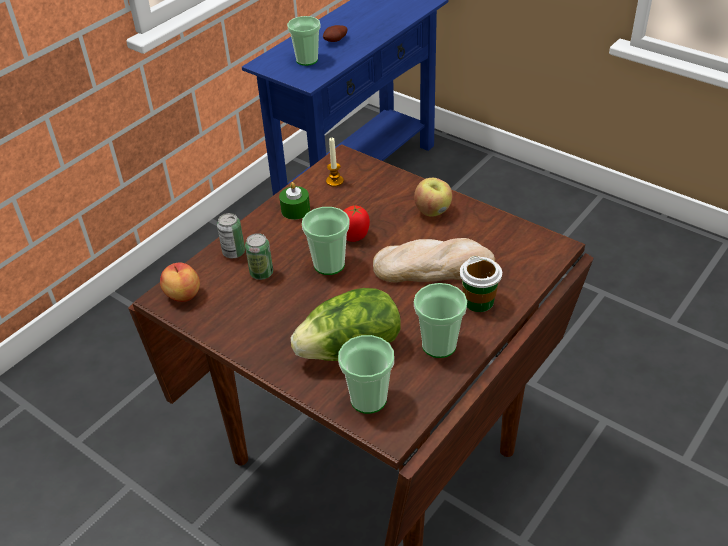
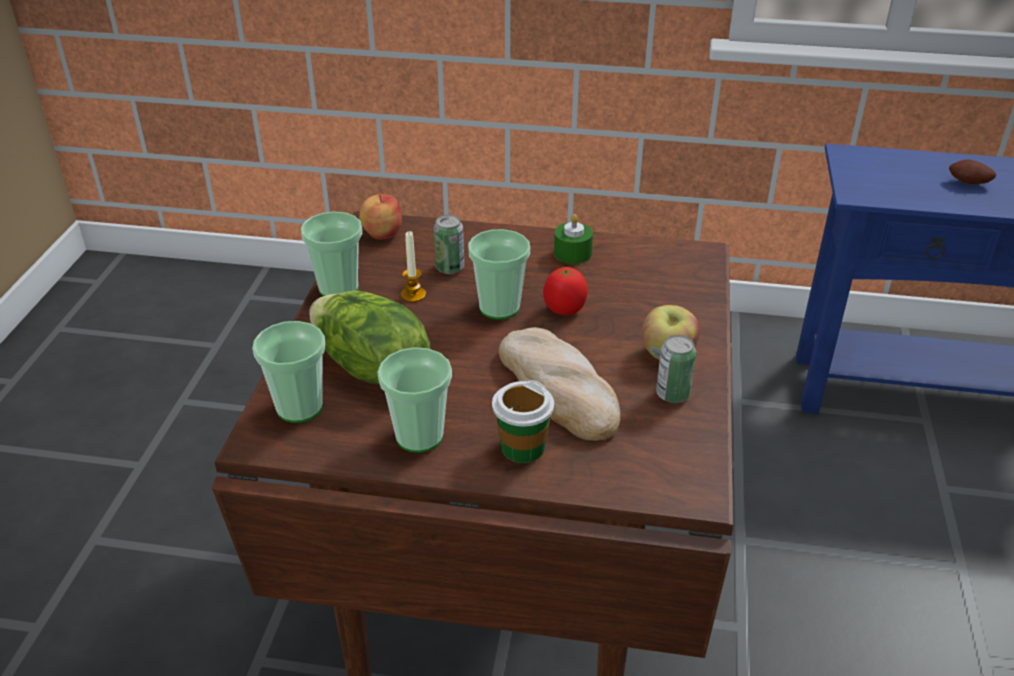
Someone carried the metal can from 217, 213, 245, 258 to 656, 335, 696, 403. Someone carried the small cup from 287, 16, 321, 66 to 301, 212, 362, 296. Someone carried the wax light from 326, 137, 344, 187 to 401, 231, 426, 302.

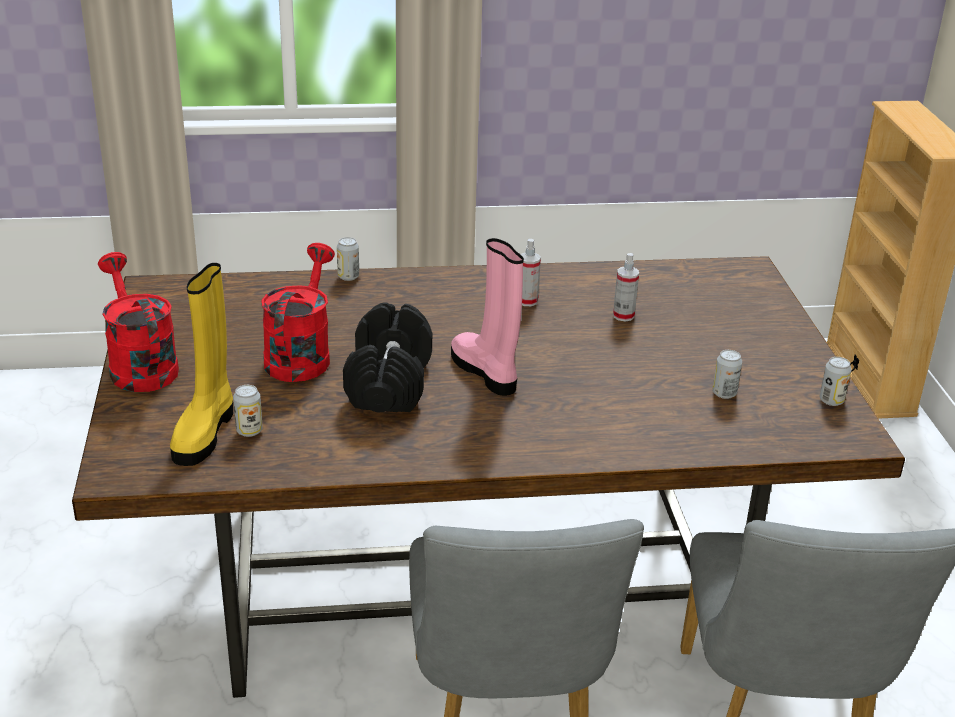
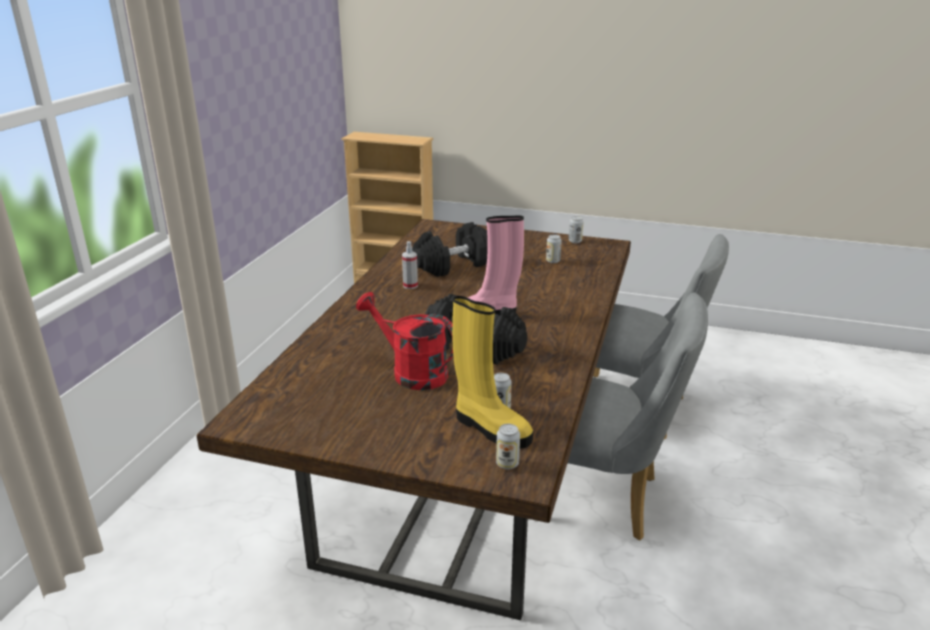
Someone took away the watering pot (red) at 98, 252, 179, 392. Someone carried the metal can from 337, 237, 359, 281 to 496, 424, 520, 469. Someone swapped the spray bottle at 613, 253, 639, 322 for the hand weight (black) at 412, 222, 488, 277.

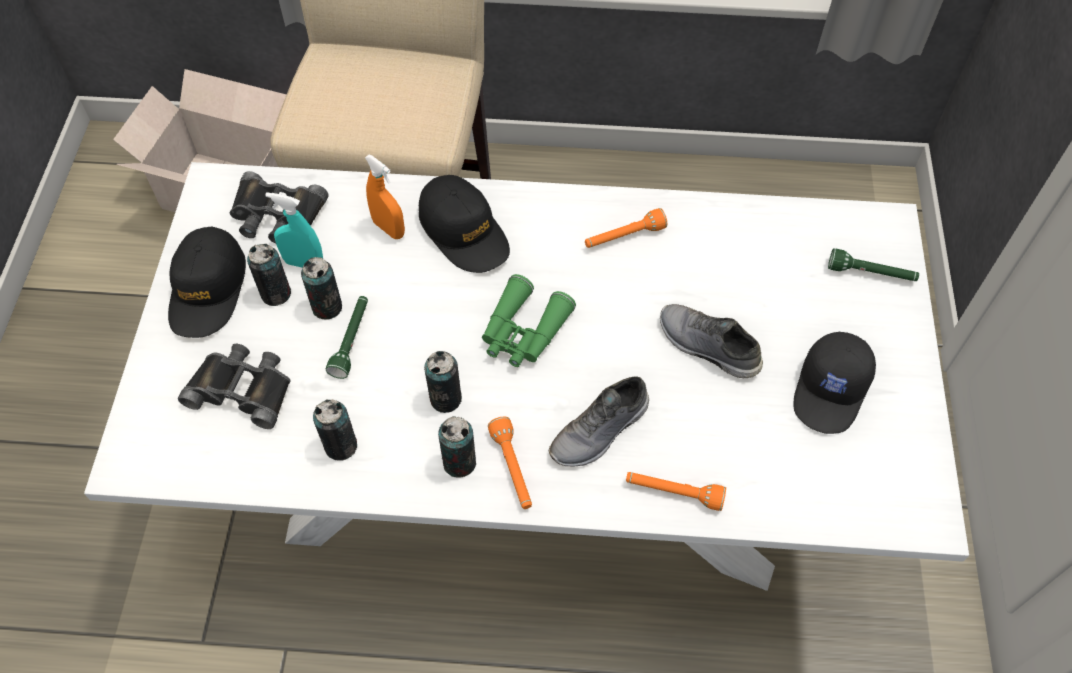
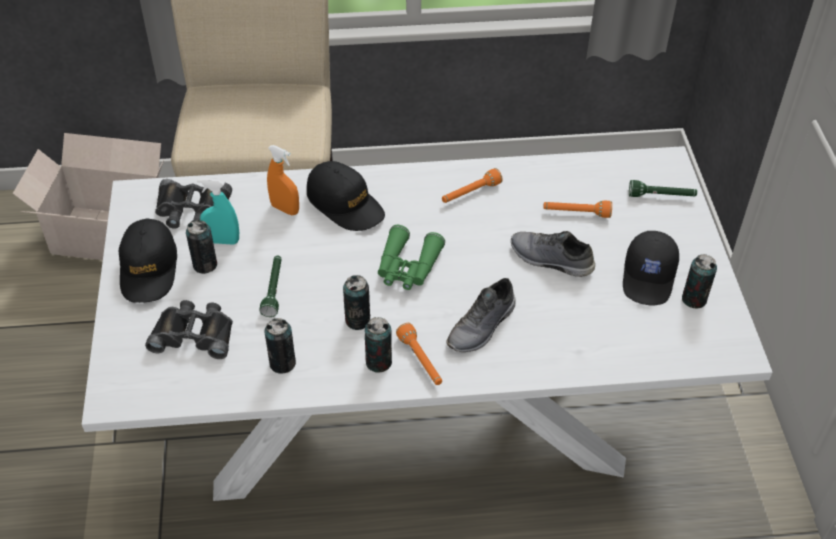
Someone carried the metal can from 301, 257, 342, 320 to 682, 254, 717, 308. Someone carried the flashlight (orangey) from 626, 472, 726, 511 to 543, 201, 612, 218.

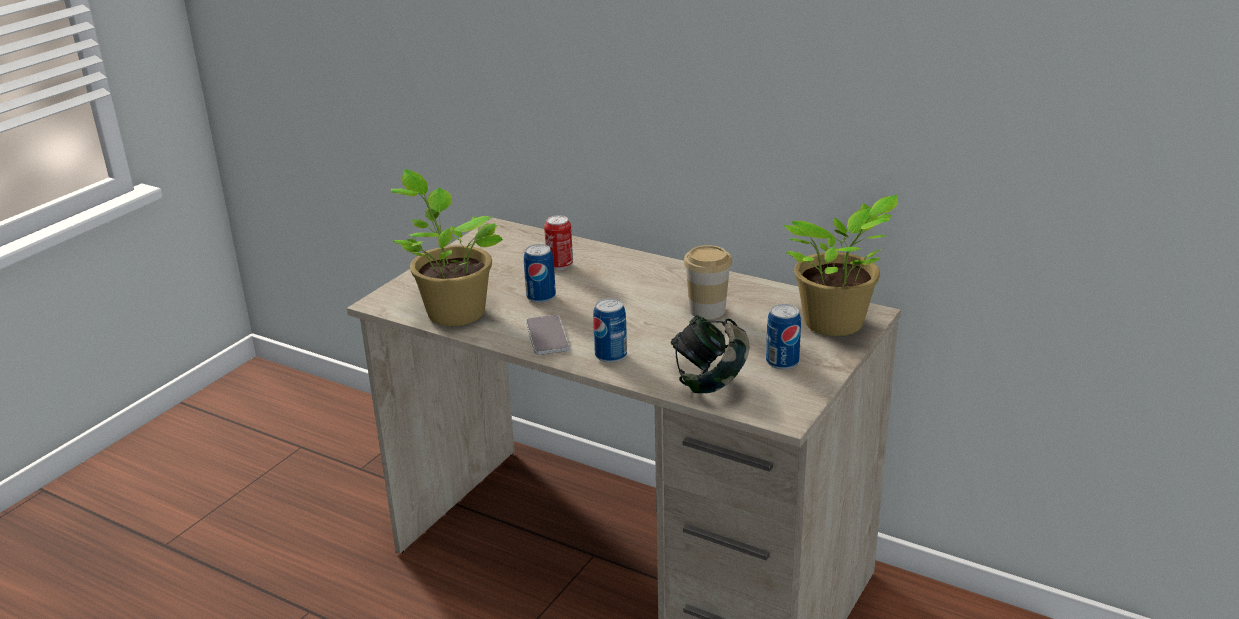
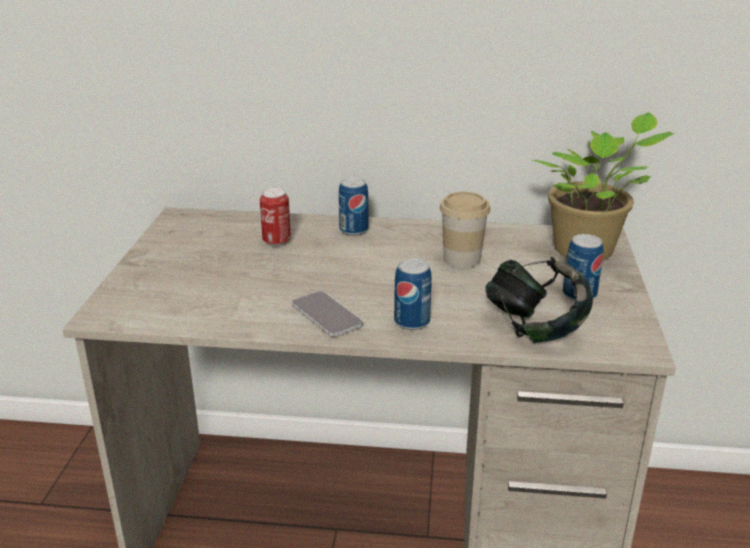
Someone took away the plant in a pot at 391, 169, 504, 326. Someone carried the metal can from 524, 244, 556, 303 to 339, 177, 368, 236.

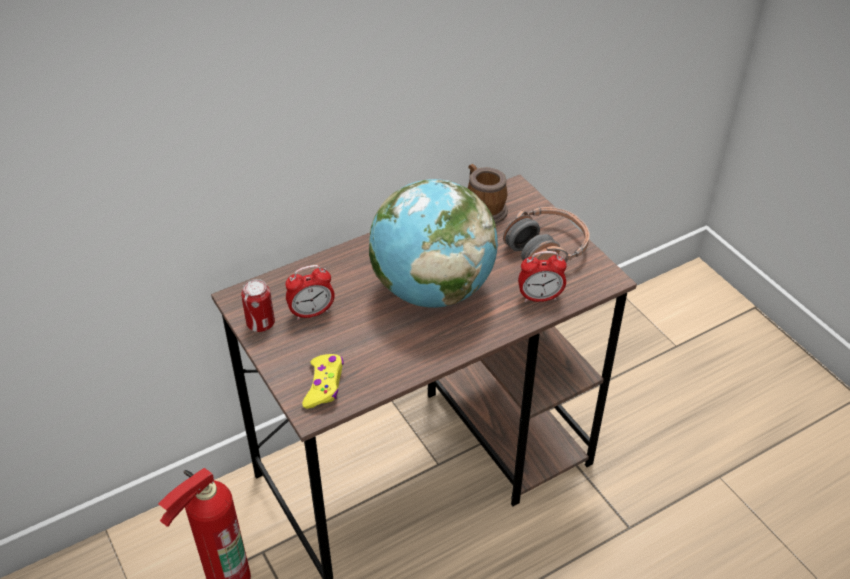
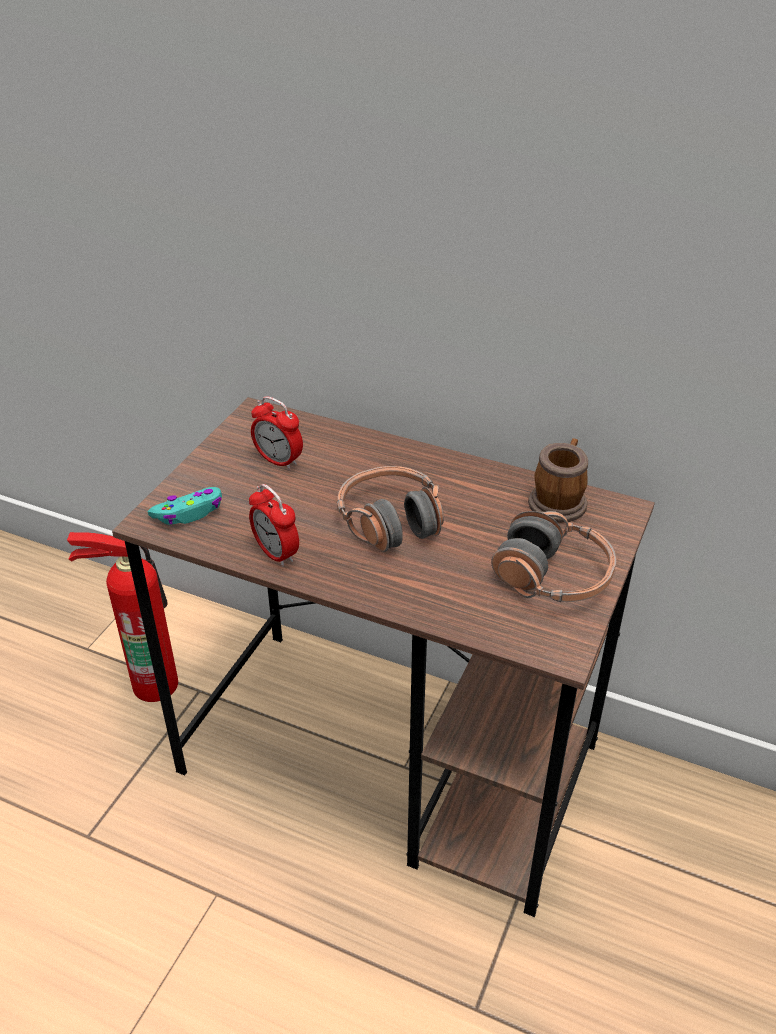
Someone took away the metal can at 241, 279, 275, 332. Someone carried the alarm clock from 518, 251, 567, 302 to 249, 484, 299, 567. Someone swapped the globe at 369, 179, 498, 308 for the headset at 337, 466, 444, 552. Someone repainted the joypad (yellow-coloured) at 302, 354, 344, 409, which became the joypad (blue-green) at 147, 487, 222, 525.

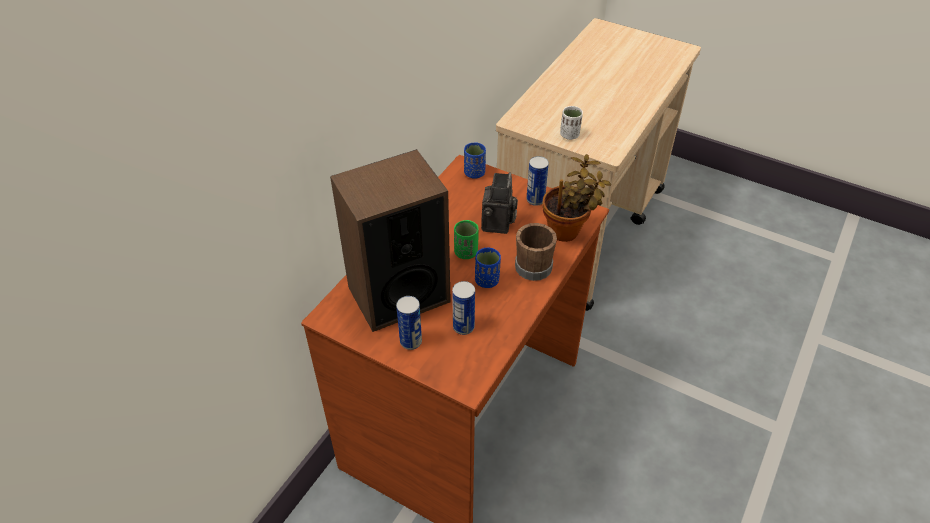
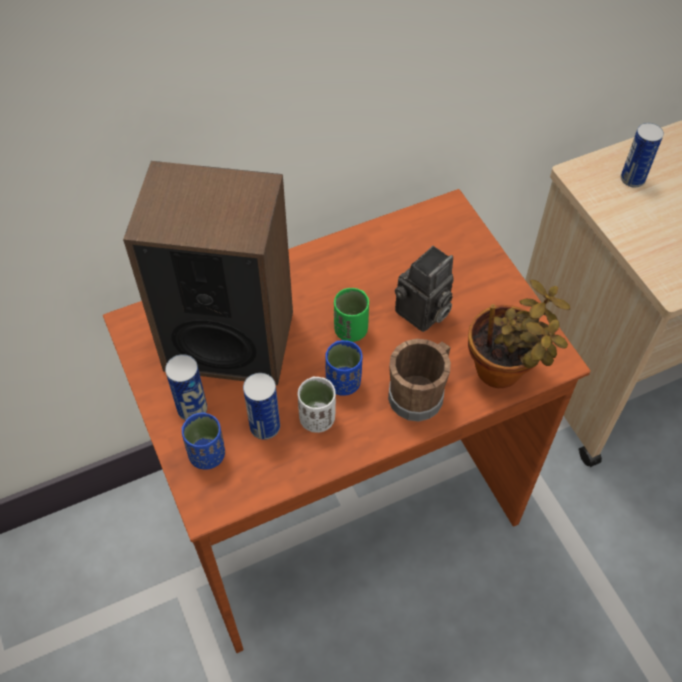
Someone carried the small cup (blue) from 464, 142, 486, 179 to 182, 413, 225, 470. Someone carried the metal can from 526, 156, 549, 206 to 621, 123, 664, 187. Someone carried the small cup (white) from 560, 106, 583, 140 to 298, 376, 336, 433.

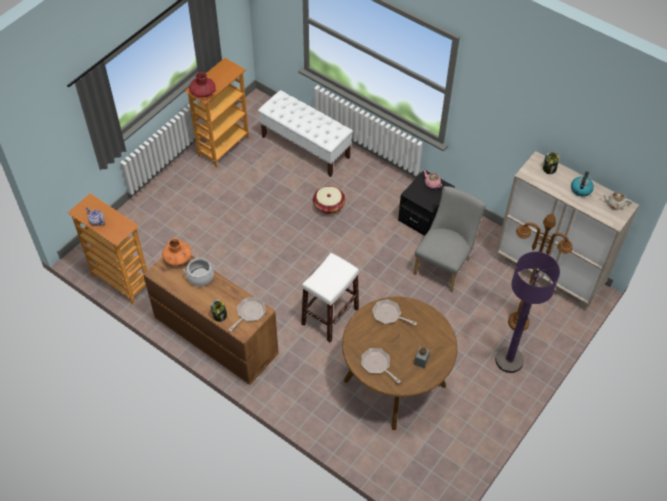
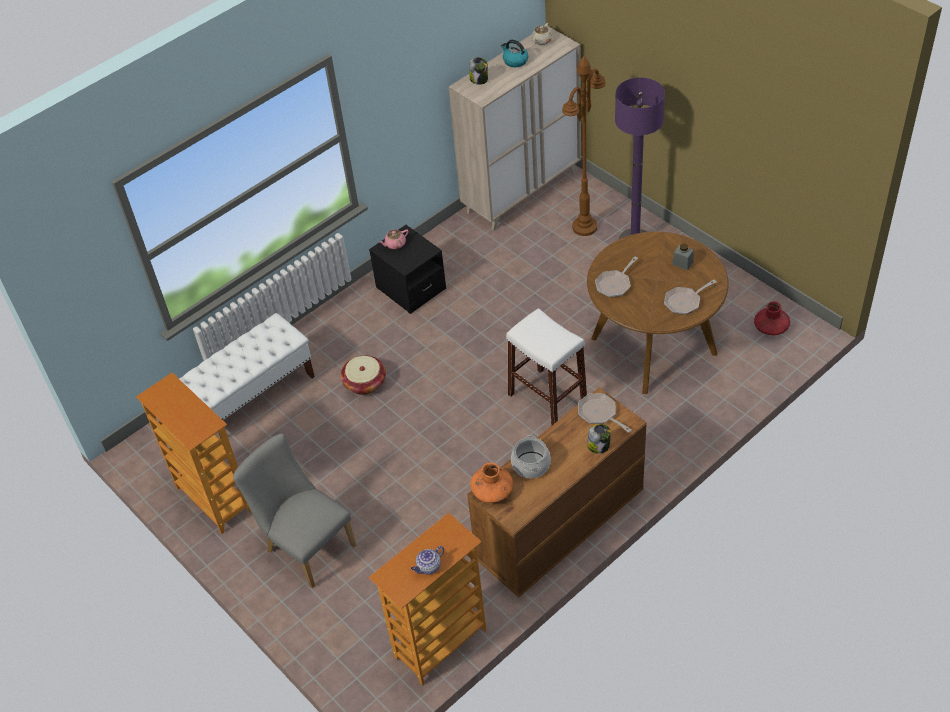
Someone carried the vase (red) from 189, 72, 216, 98 to 754, 301, 790, 335. Someone carried the chair (gray) from 414, 186, 486, 292 to 233, 433, 356, 589.

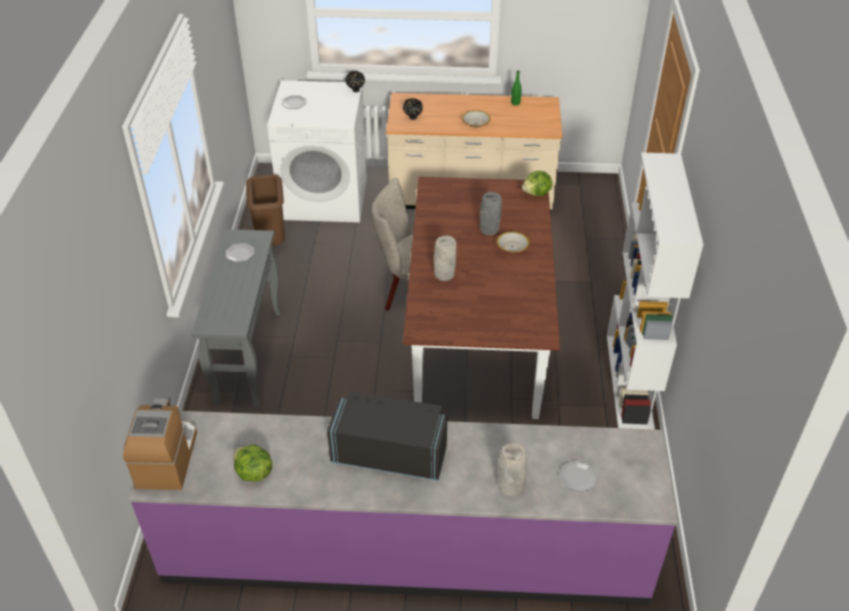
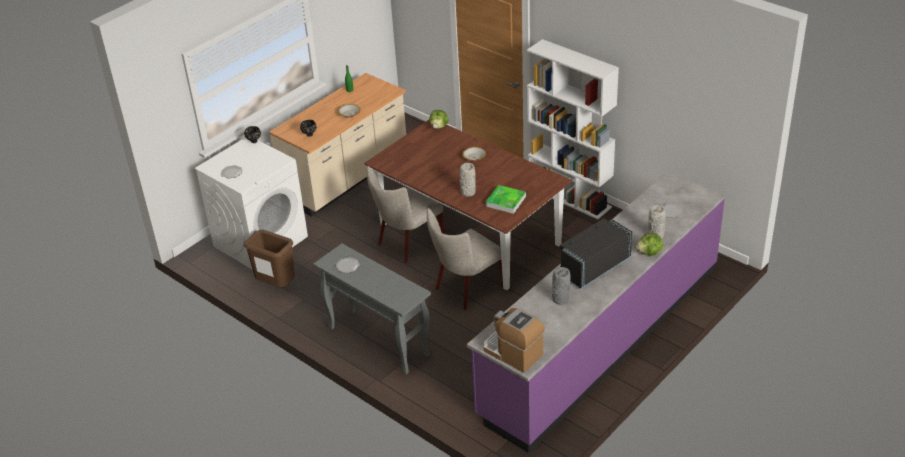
Someone put down the chair (beige) at 427, 208, 503, 310. Someone put down the carrying tray at 486, 185, 526, 214. Someone carried the head of lettuce from 234, 445, 272, 482 to 636, 233, 663, 256. Someone carried the vase (gray) from 480, 192, 502, 236 to 552, 267, 571, 305.

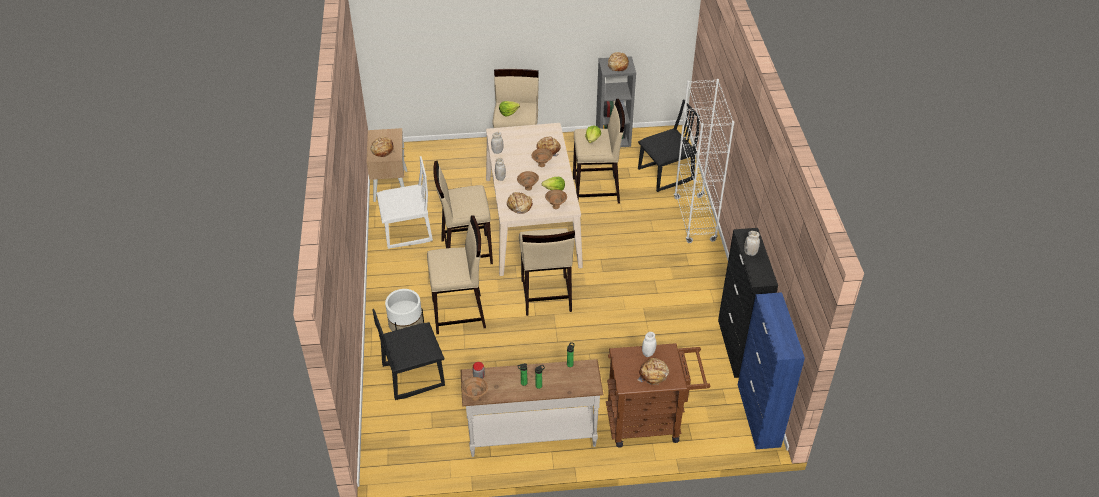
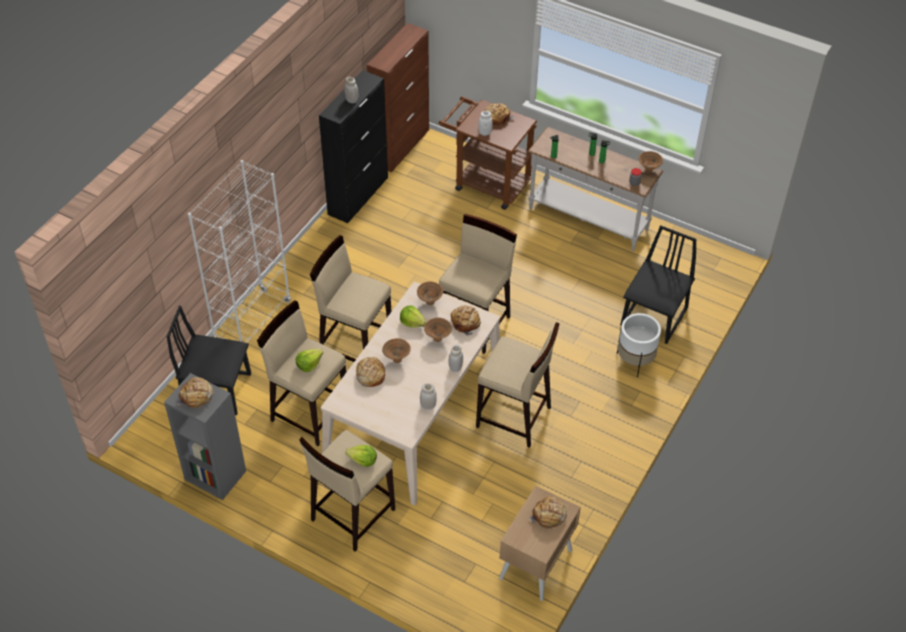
Someone took away the chair (white) at 376, 156, 433, 249. Someone carried the stool seat (beige) from 427, 216, 486, 334 to 310, 235, 392, 362. Someone repainted the cabinet (blue) at 738, 292, 805, 449, which became the cabinet (brown) at 367, 23, 429, 172. Someone rotated the chair (black) at 372, 309, 445, 400 by 75 degrees counterclockwise.

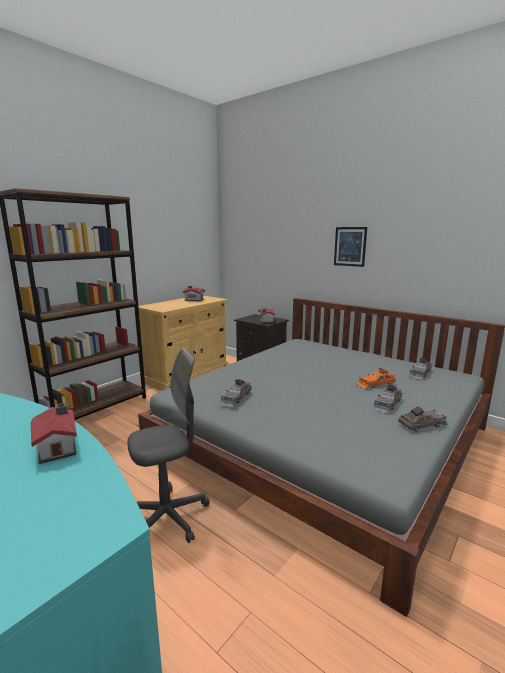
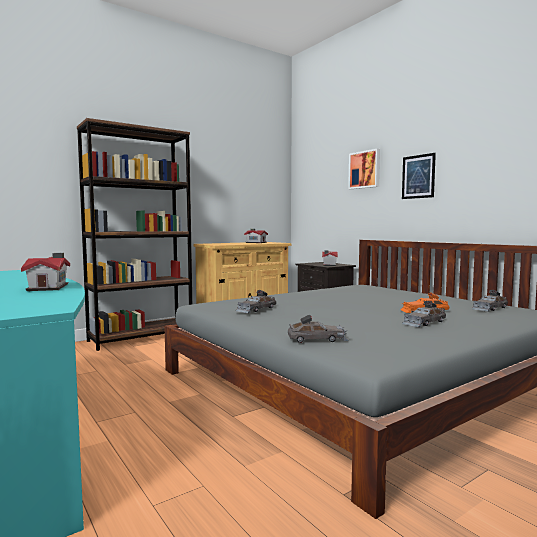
Someone took away the office chair (gray) at 128, 348, 210, 543. Someone put up the wall picture at 348, 149, 380, 189. Someone carried the toy car (gray) from 398, 406, 448, 432 to 288, 315, 349, 343.

